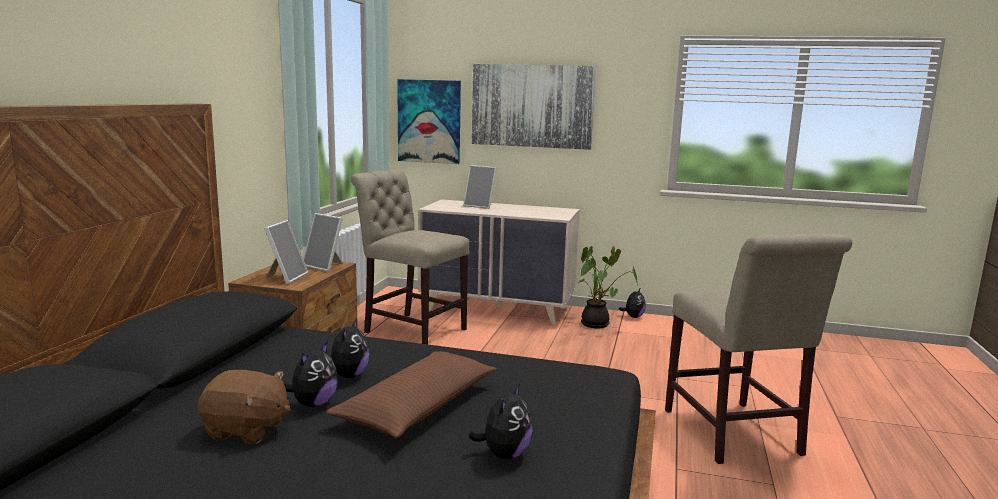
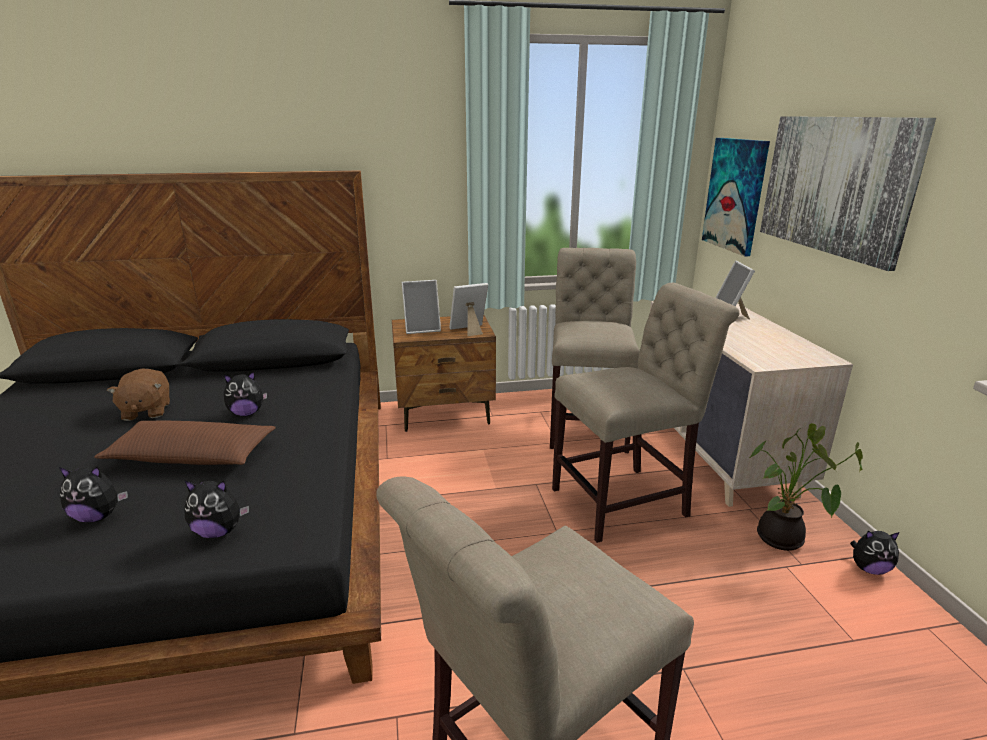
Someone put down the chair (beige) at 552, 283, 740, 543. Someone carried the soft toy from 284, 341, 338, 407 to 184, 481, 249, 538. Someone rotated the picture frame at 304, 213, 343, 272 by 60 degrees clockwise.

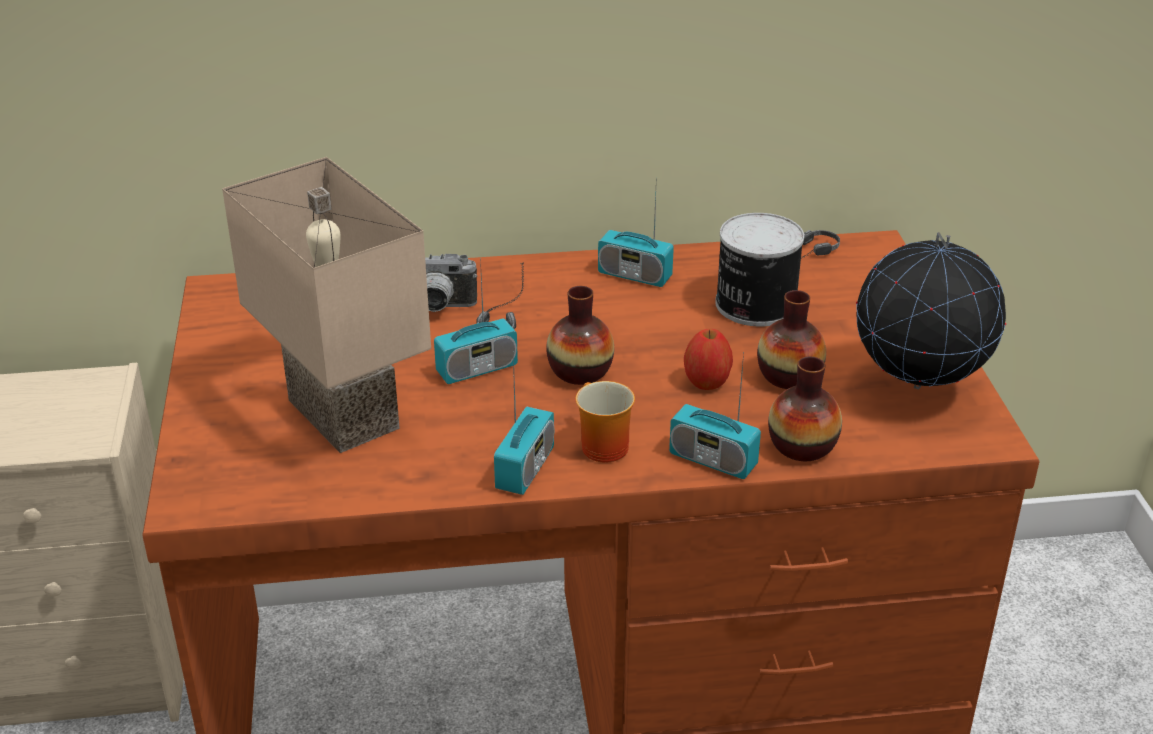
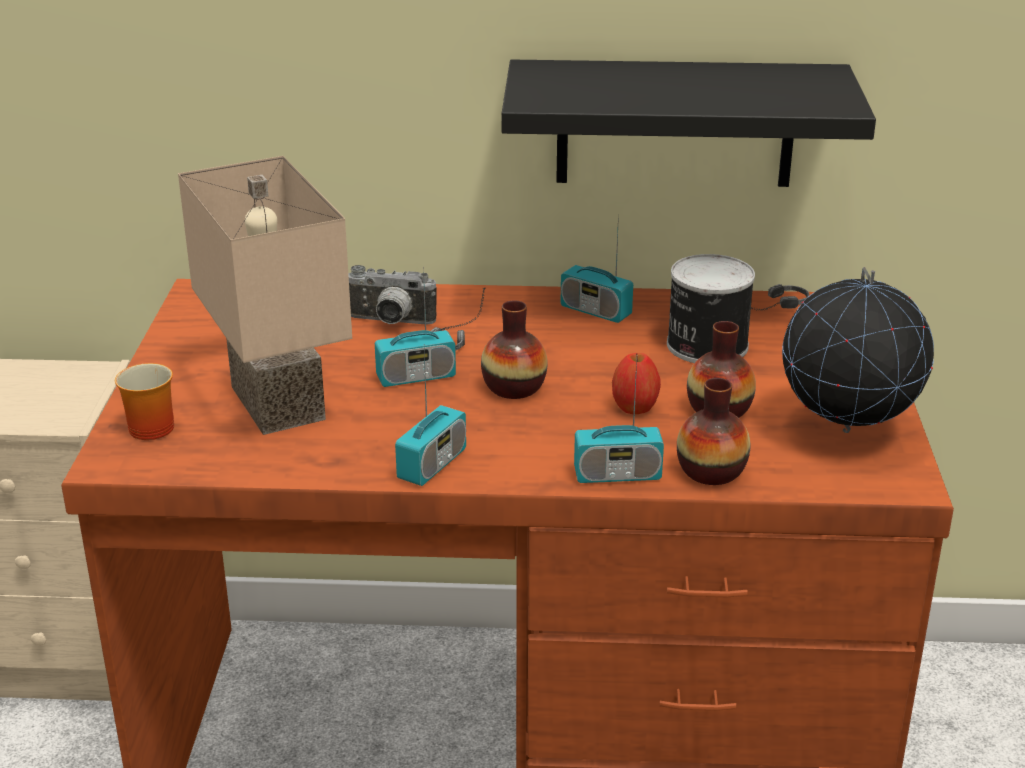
Someone put up the shelf (black) at 501, 60, 876, 187. Someone carried the coffee mug from 575, 381, 635, 463 to 115, 363, 174, 440. Someone rotated the radio receiver at 669, 352, 761, 479 by 45 degrees counterclockwise.

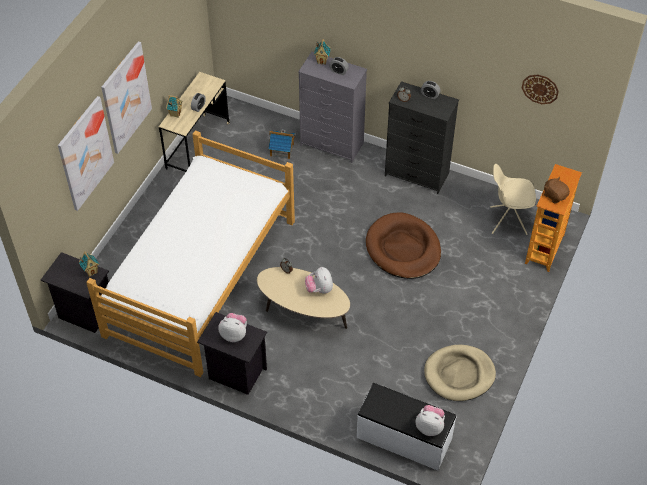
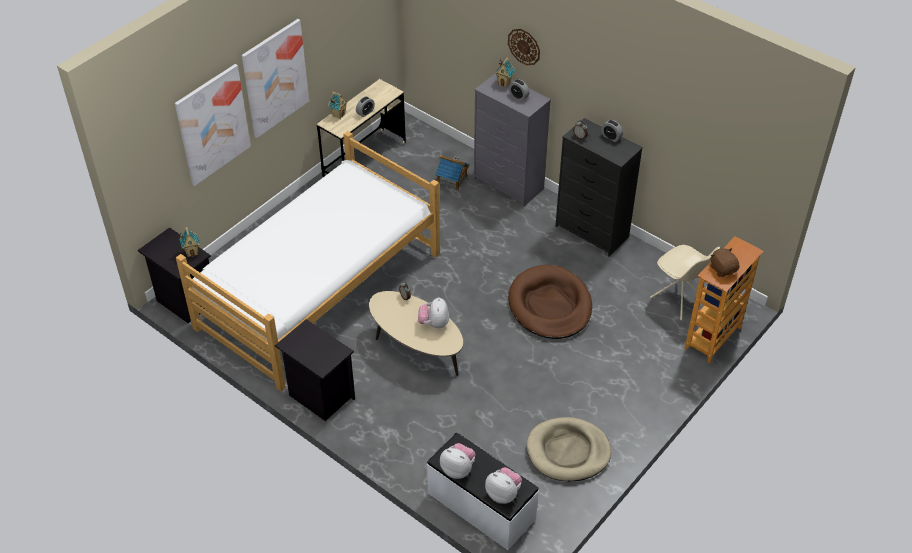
Someone carried the soft toy from 218, 313, 247, 342 to 440, 443, 476, 479. Someone carried the hanging clock from 522, 75, 559, 104 to 508, 29, 540, 65. Someone rotated the chair (beige) at 490, 164, 536, 235 by 150 degrees counterclockwise.

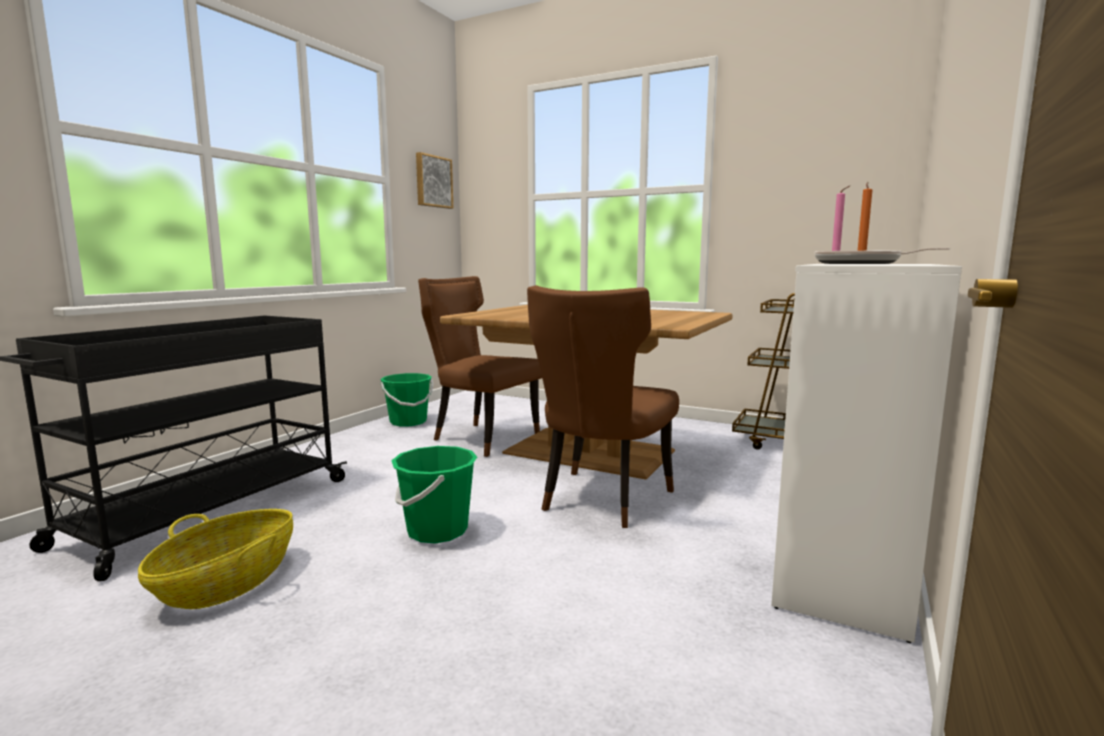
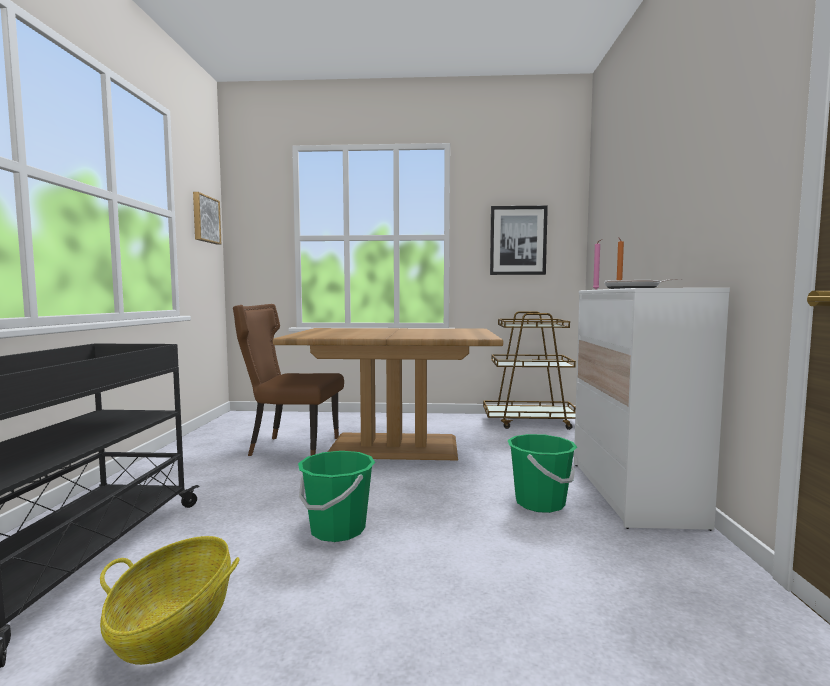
Someone took away the chair (brown) at 527, 285, 679, 528. Someone put up the wall picture at 490, 206, 548, 275. Someone carried the water bucket (green-coloured) from 380, 373, 433, 427 to 508, 434, 577, 513.

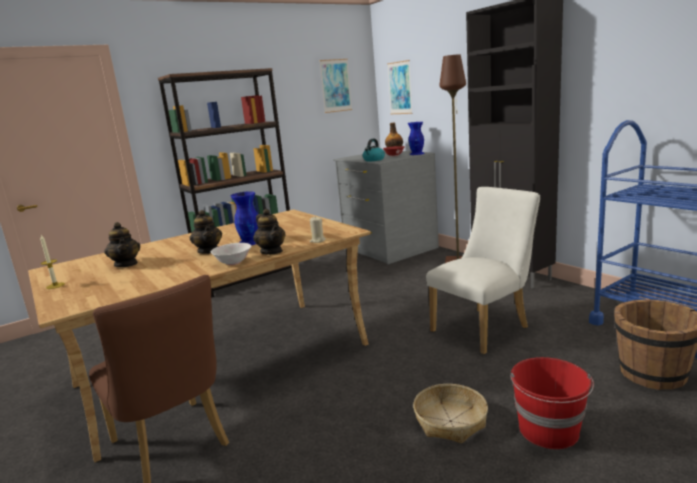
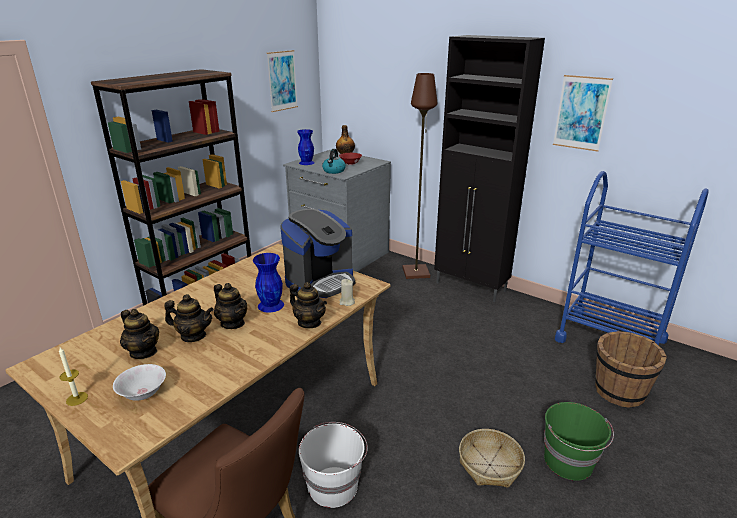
Someone took away the chair (white) at 426, 187, 540, 354. Someone put down the teapot at 164, 294, 214, 342. Someone put down the coffee maker at 280, 209, 355, 298. Someone put down the water bucket (white) at 299, 422, 368, 508. Someone carried the bowl (white) from 211, 243, 251, 265 to 113, 364, 166, 401. Someone carried the wall picture from 387, 60, 413, 114 to 553, 75, 613, 152. Someone carried the vase (blue) from 408, 122, 425, 155 to 297, 129, 315, 165. Someone repainted the water bucket (red) at 510, 357, 594, 449, which became the water bucket (green-coloured) at 544, 402, 614, 481.

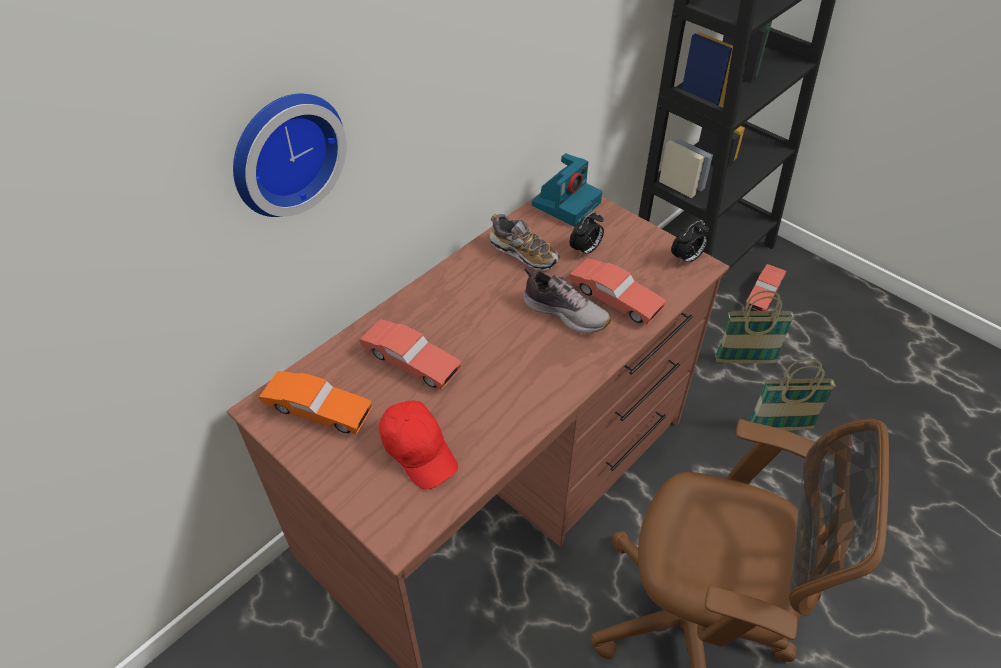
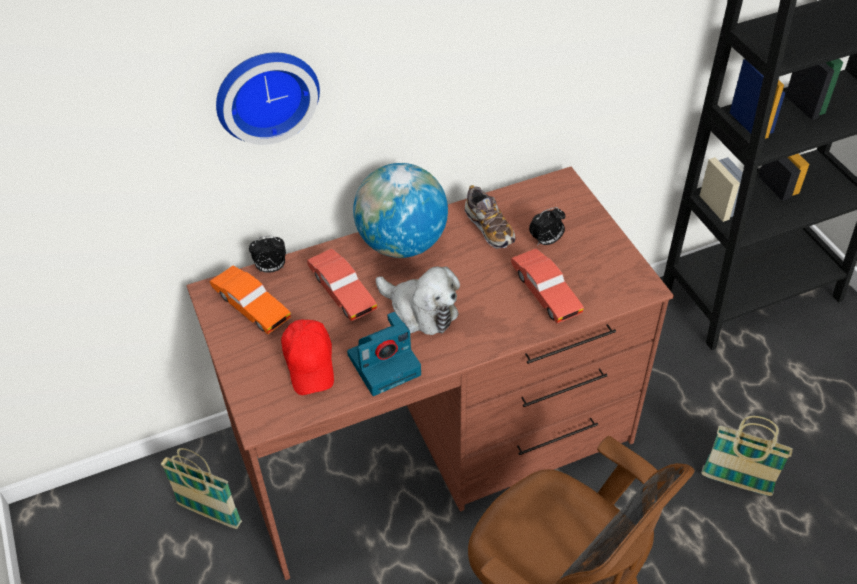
Someone took away the item of footwear at 524, 267, 611, 334. Someone took away the toy car (red) at 745, 264, 786, 311. Someone put down the globe at 353, 163, 448, 258. Someone put down the soft toy at 376, 266, 460, 335. Someone carried the photo camera from 532, 153, 602, 226 to 347, 312, 421, 396. Someone carried the alarm clock from 671, 220, 709, 265 to 249, 236, 286, 273. Someone carried the storage basket from 715, 291, 794, 364 to 161, 448, 242, 529.

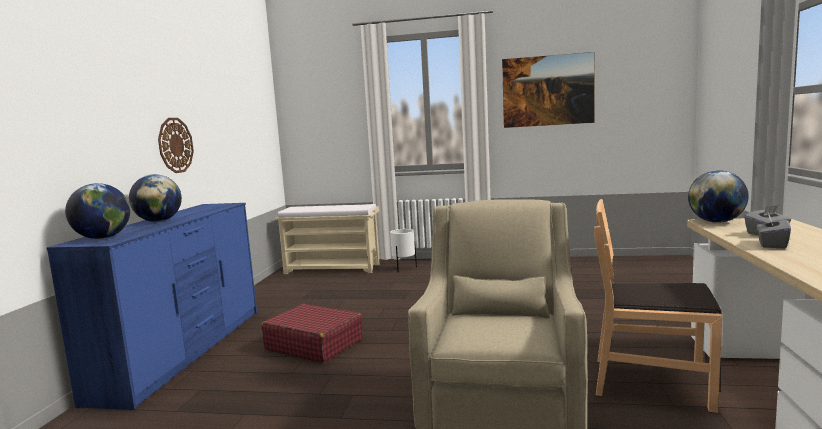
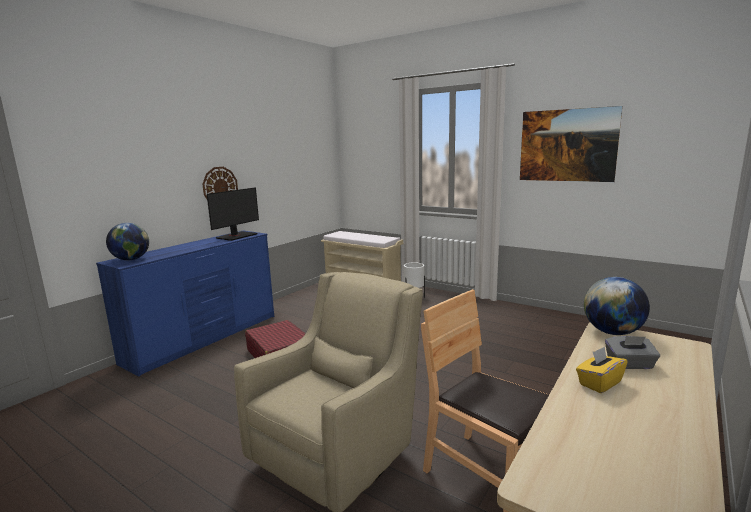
Someone took away the globe at 129, 174, 182, 222. Someone put down the computer screen at 207, 187, 259, 241. Someone repainted the tissue holder (gray) at 756, 212, 791, 249, which became the tissue holder (yellow-coloured) at 576, 346, 627, 393.

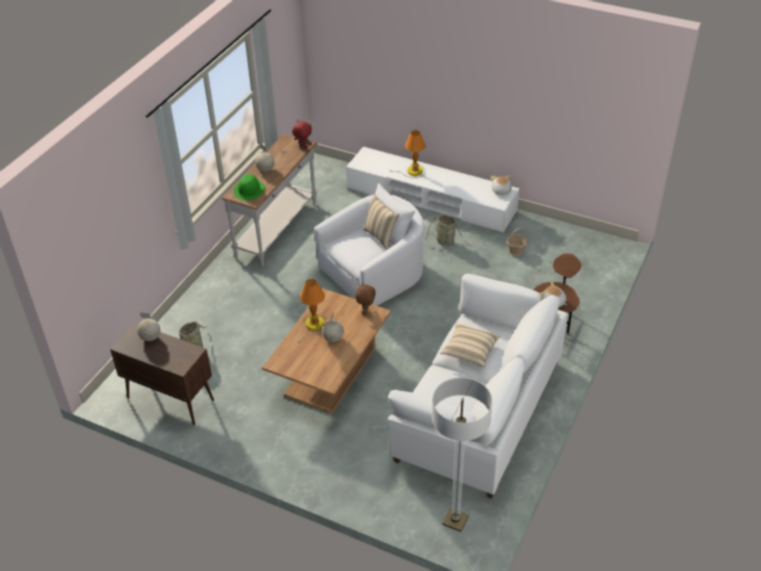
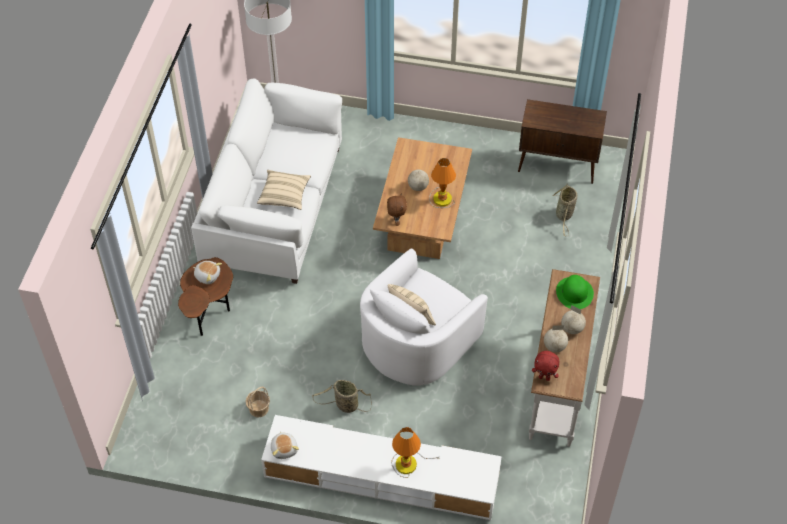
Someone carried the globe from 137, 313, 160, 341 to 544, 325, 568, 352.

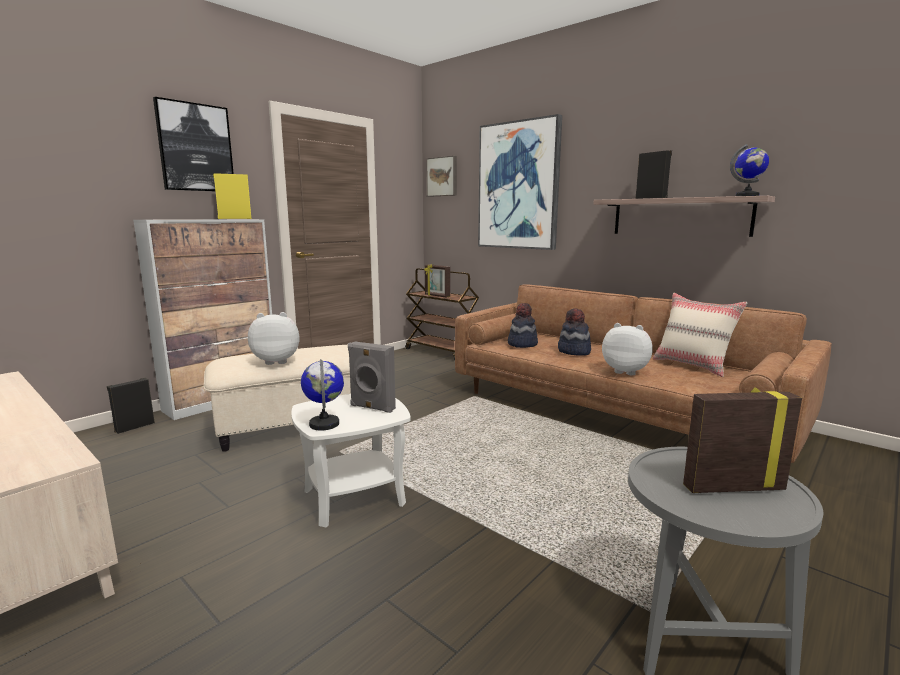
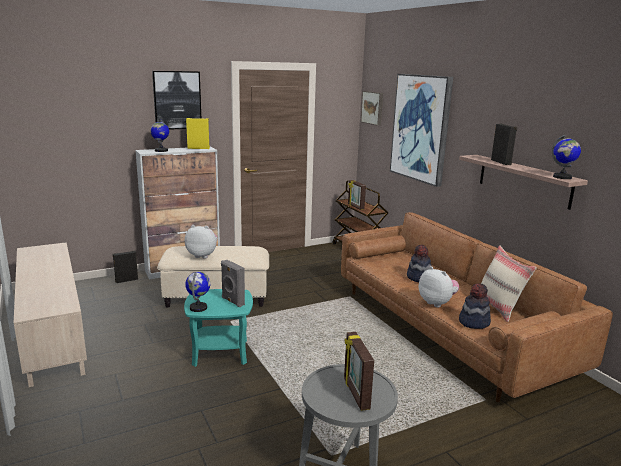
Someone put down the globe at 150, 119, 169, 152. Someone carried the hat from 508, 303, 538, 348 to 459, 283, 491, 329. Someone repainted the side table (white) at 291, 394, 411, 528, which became the side table (blue-green) at 184, 289, 253, 367. Someone rotated the picture frame at 683, 387, 802, 493 by 120 degrees counterclockwise.

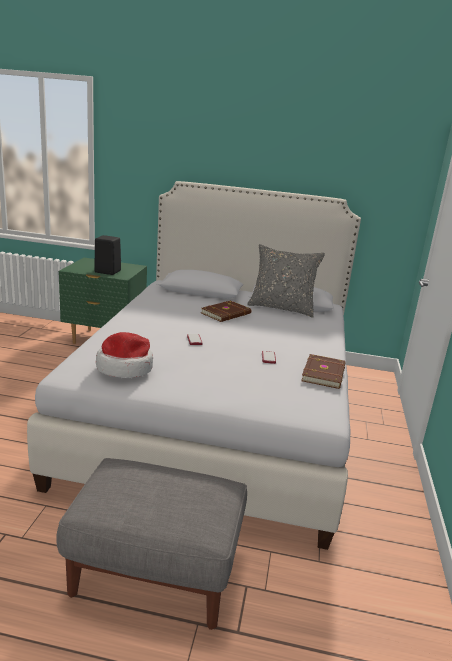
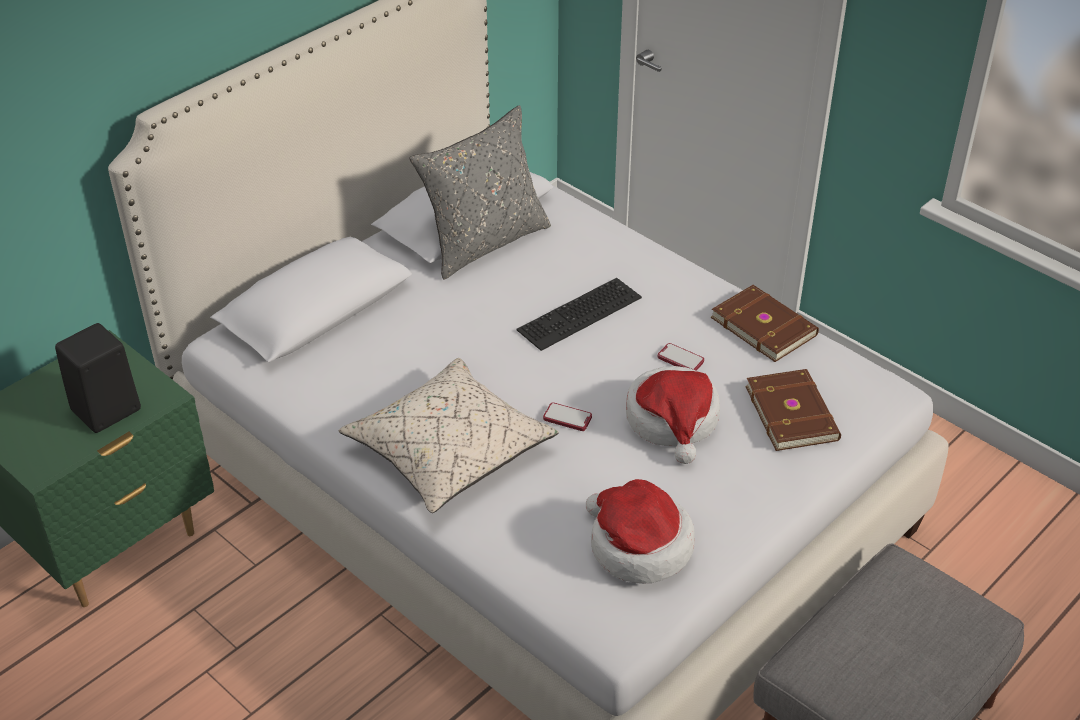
Someone put down the cushion (beige) at 339, 358, 559, 513. Someone put down the keyboard at 516, 278, 642, 351. Someone put down the hat at 626, 366, 720, 464. Someone carried the bound book (brown) from 201, 300, 251, 322 to 745, 369, 841, 451.

